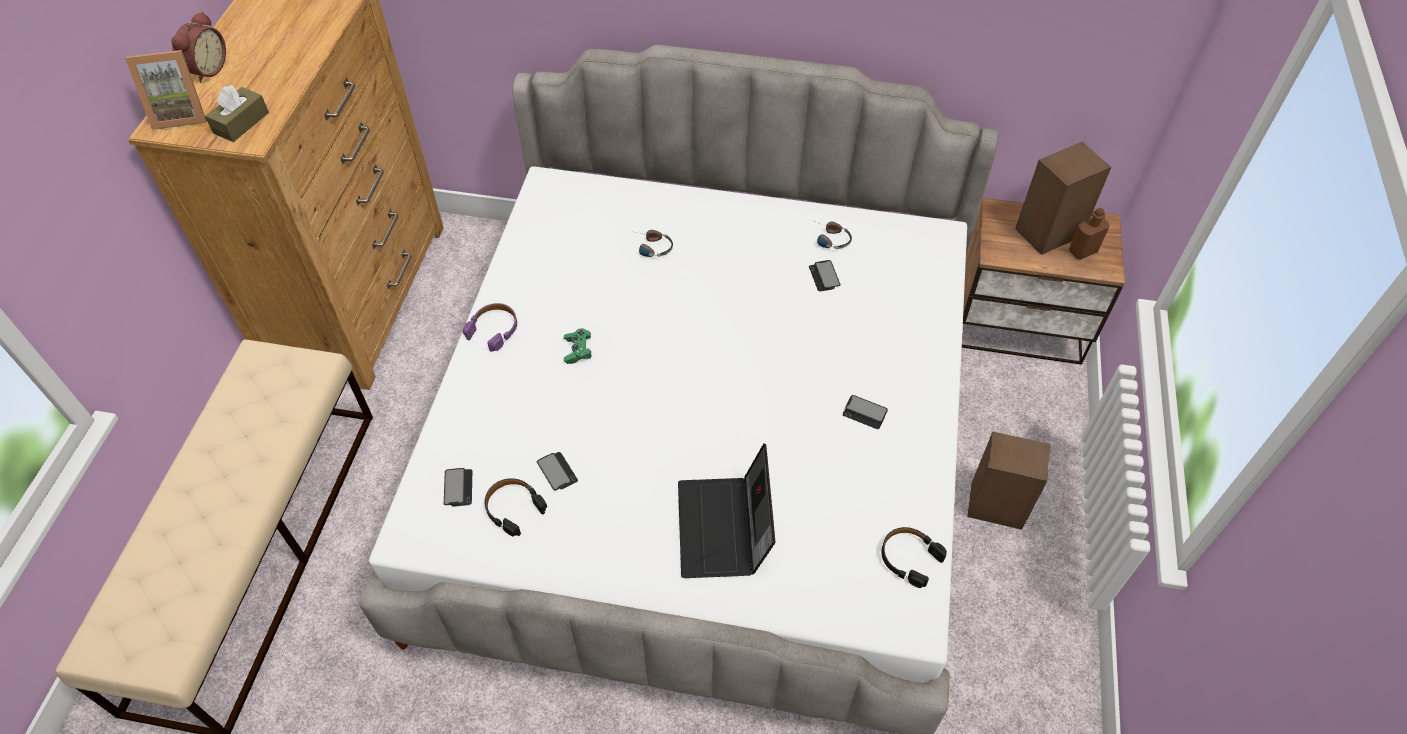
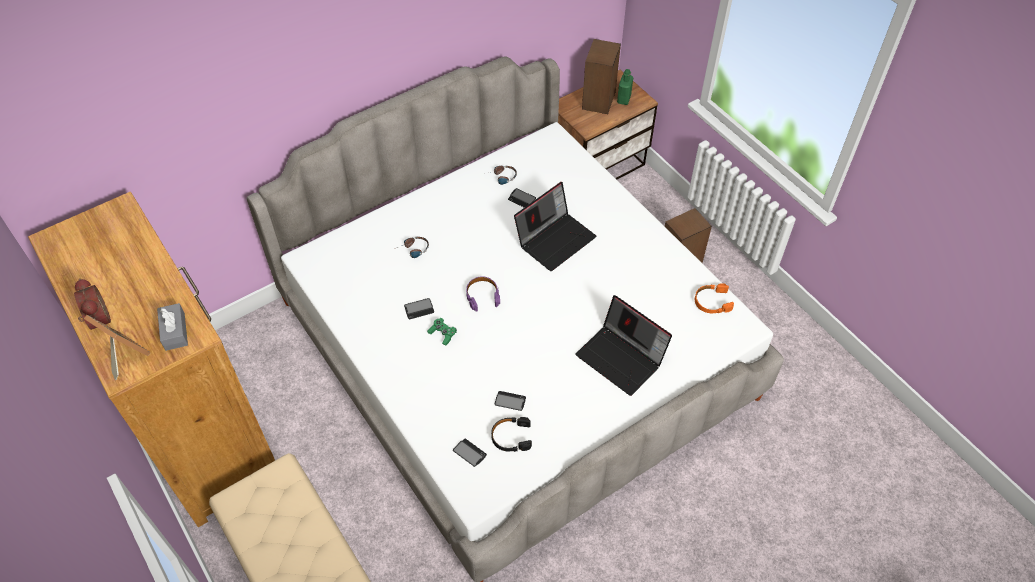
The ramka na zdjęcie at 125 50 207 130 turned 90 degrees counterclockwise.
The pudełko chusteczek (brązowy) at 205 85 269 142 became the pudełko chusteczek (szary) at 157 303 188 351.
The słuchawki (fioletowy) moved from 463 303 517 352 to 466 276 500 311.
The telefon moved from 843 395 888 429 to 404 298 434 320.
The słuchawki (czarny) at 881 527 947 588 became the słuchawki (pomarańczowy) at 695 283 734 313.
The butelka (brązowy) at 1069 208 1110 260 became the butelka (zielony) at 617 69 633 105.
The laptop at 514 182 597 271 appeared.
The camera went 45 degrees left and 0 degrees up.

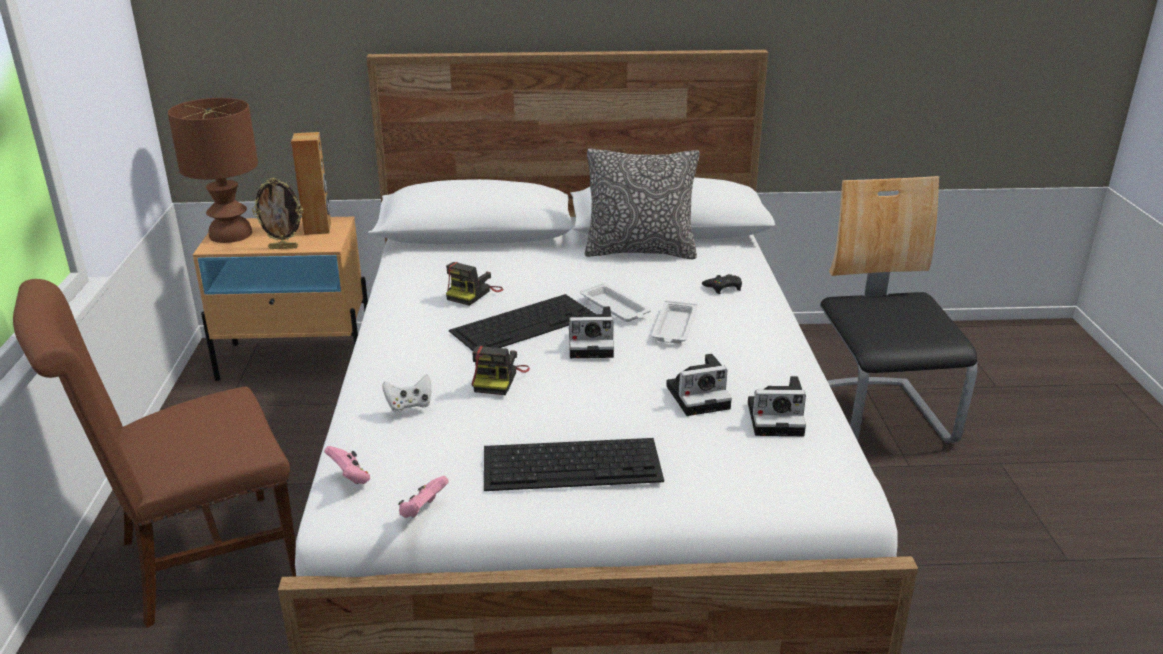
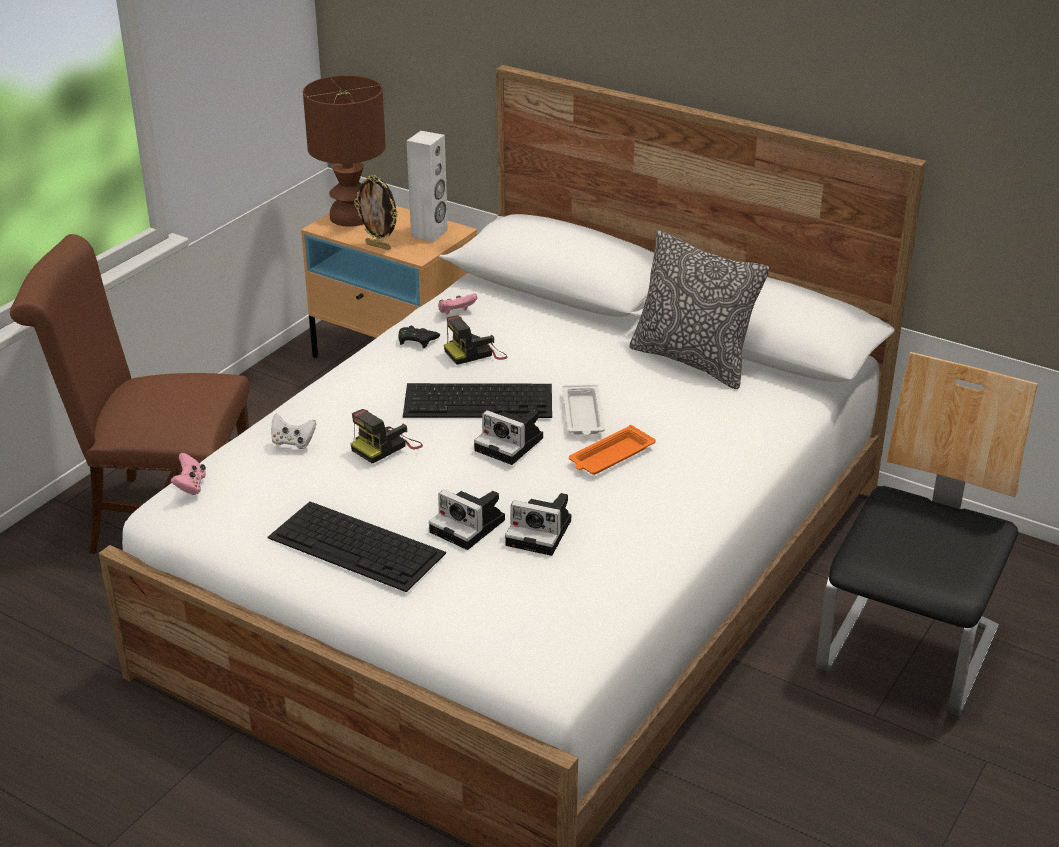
The głośnik (brązowy) at 291 132 331 235 became the głośnik (biały) at 407 131 448 242.
The pad do gier (różowy) moved from 398 476 449 518 to 438 293 477 314.
The taca (biały) at 651 300 697 343 became the taca (pomarańczowy) at 569 425 656 475.
The pad do gier (czarny) moved from 702 274 742 294 to 399 326 440 348.
The aparat fotograficzny moved from 748 376 806 436 to 429 490 505 550.
The camera went 35 degrees right and 5 degrees up.

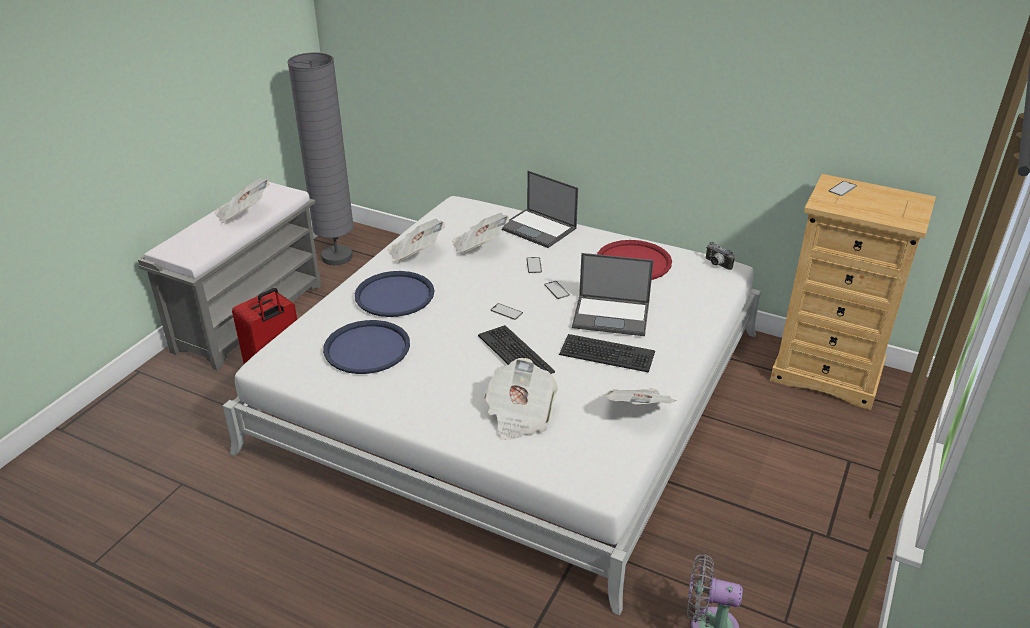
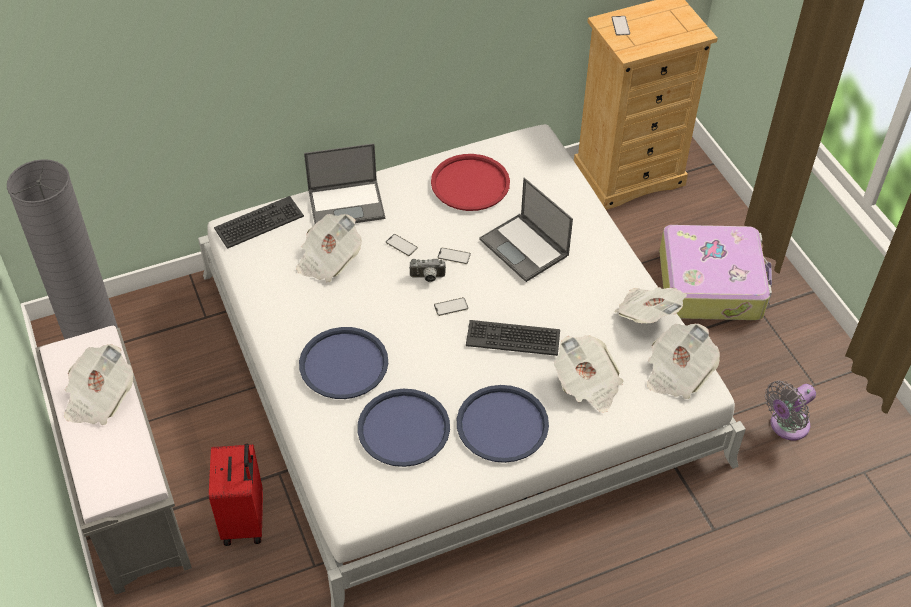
The gazeta moved from 388 218 445 262 to 647 324 720 399.
The klawiatura moved from 559 334 655 373 to 214 196 304 249.
The laptop at 572 253 654 336 turned 90 degrees clockwise.
The aparat fotograficzny moved from 706 242 735 270 to 409 259 446 282.
The taca (niebieski) at 457 385 549 463 appeared.
The walizka at 659 225 772 320 appeared.
The camera went 50 degrees left and 15 degrees up.

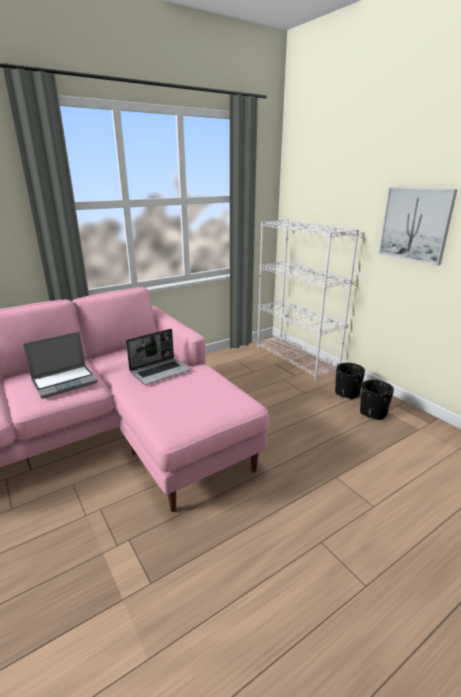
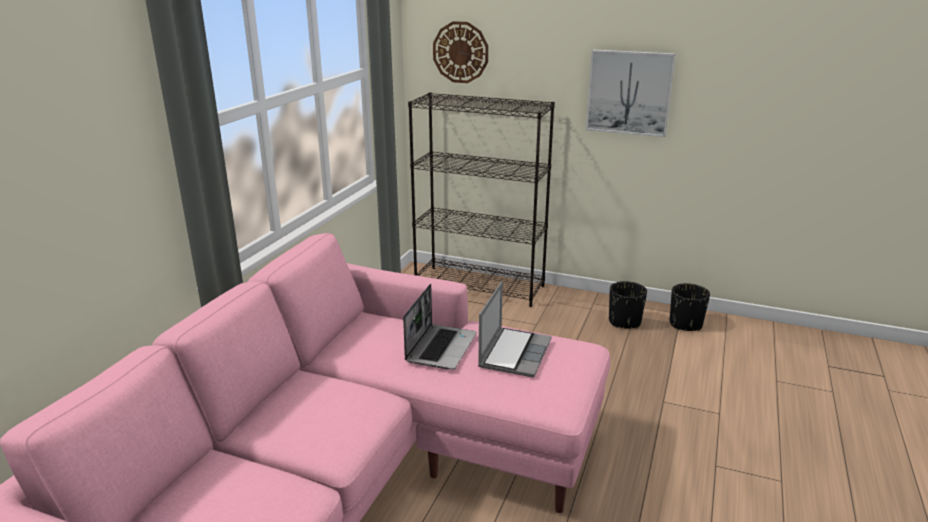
The laptop moved from 23 331 98 399 to 478 281 552 378.
The regał (biały) at 257 219 359 382 became the regał (czarny) at 408 92 555 307.
The donica (czarny) moved from 335 363 365 400 to 670 283 710 331.
The zegar ścienny at 433 21 488 83 appeared.
The camera went 35 degrees left and 0 degrees up.

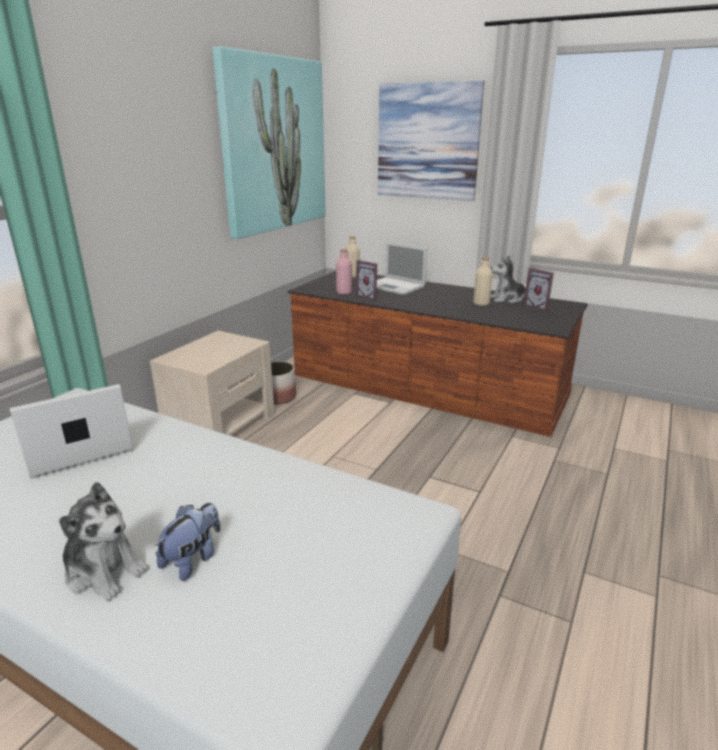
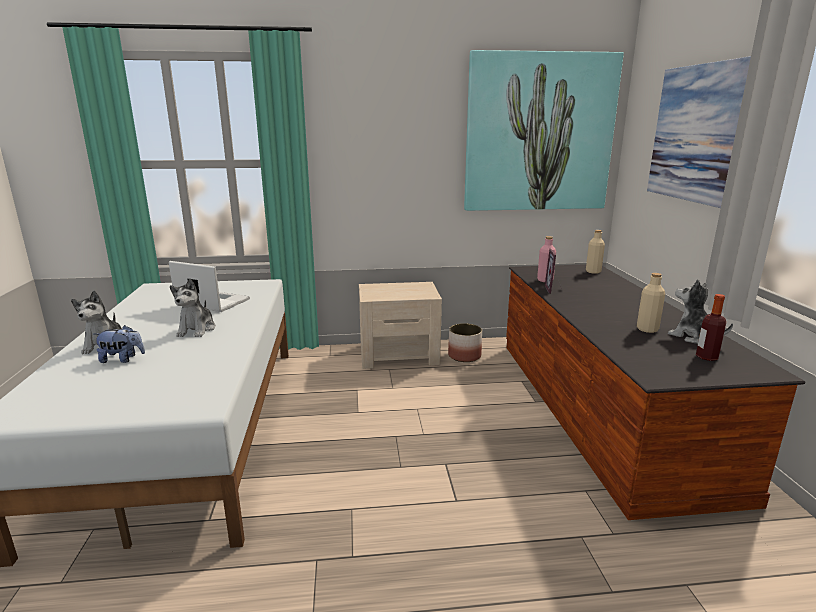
The laptop at 377 242 427 295 disappeared.
The ramka na zdjęcie at 523 268 554 313 was replaced by the butelka at 696 294 726 361.
The pluszak at 170 278 215 337 appeared.
The camera went 55 degrees right and 5 degrees down.

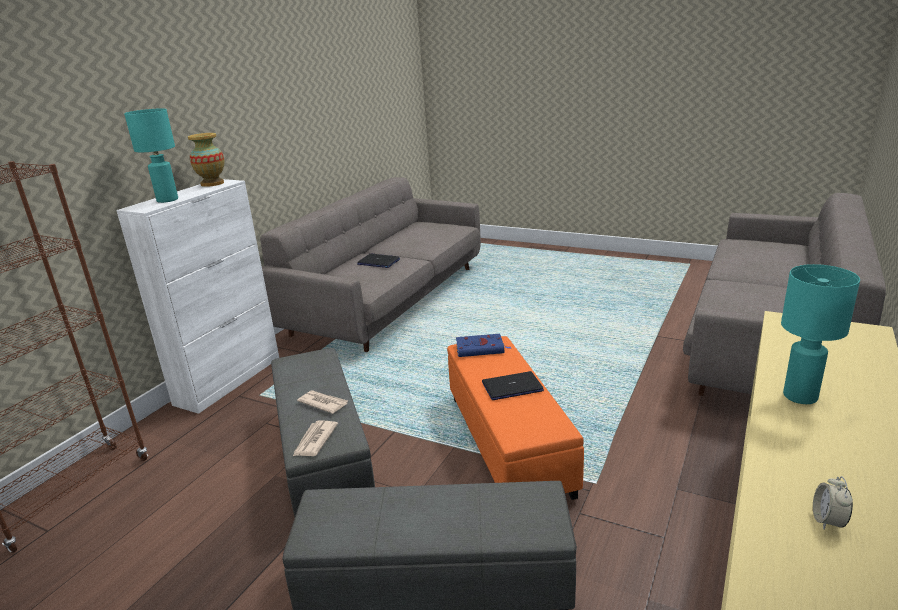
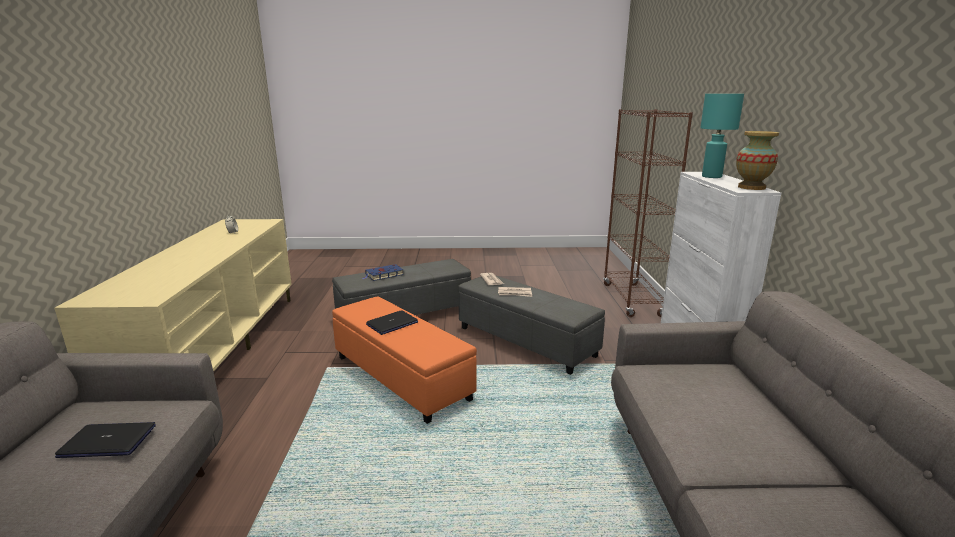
The laptop moved from 357 254 400 268 to 55 422 156 458.
The książka (niebieski) moved from 456 334 511 357 to 363 264 404 281.
The lampa stołowa (turkusowy) at 781 264 860 404 disappeared.
The camera went 150 degrees right and 5 degrees down.

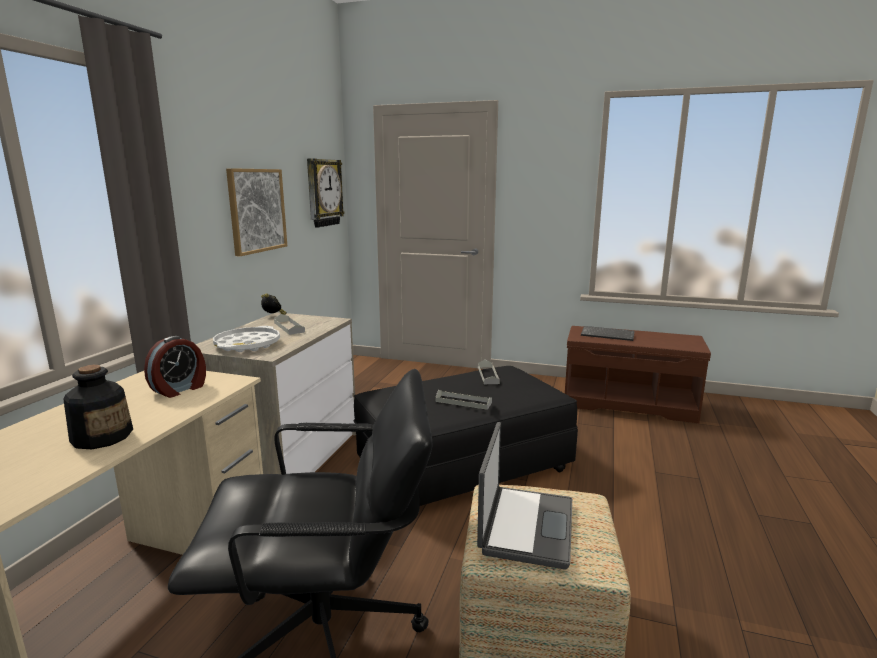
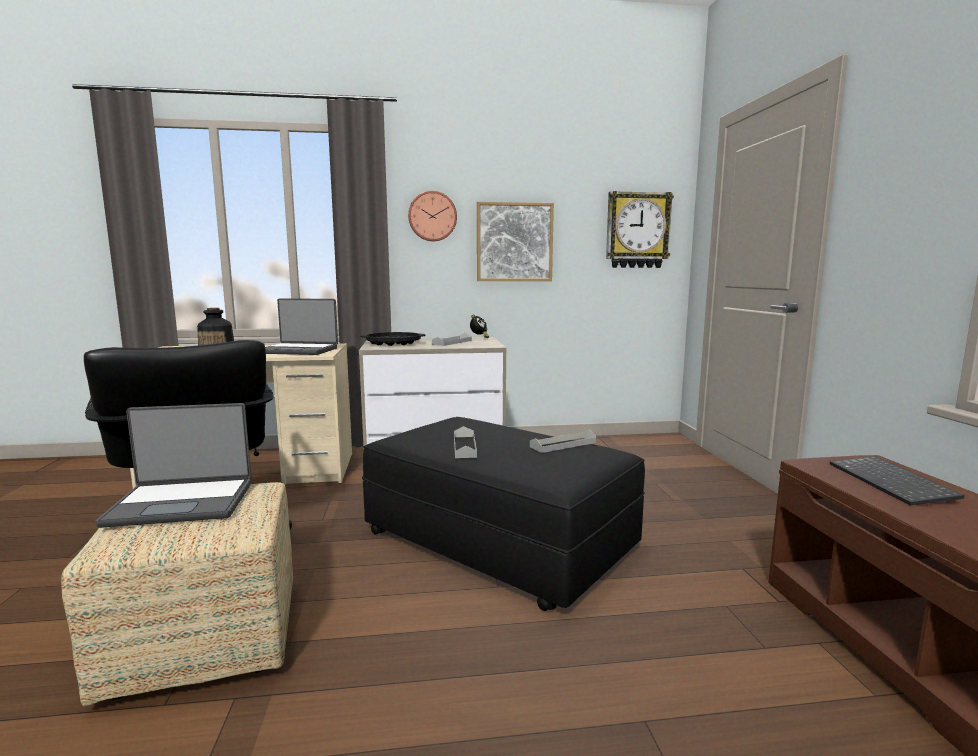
The budzik at 144 336 206 398 was replaced by the laptop at 265 298 338 355.
The taca (biały) at 213 326 280 352 became the taca (czarny) at 360 332 426 346.
The zegar ścienny at 408 191 457 241 appeared.
The camera went 65 degrees right and 5 degrees down.

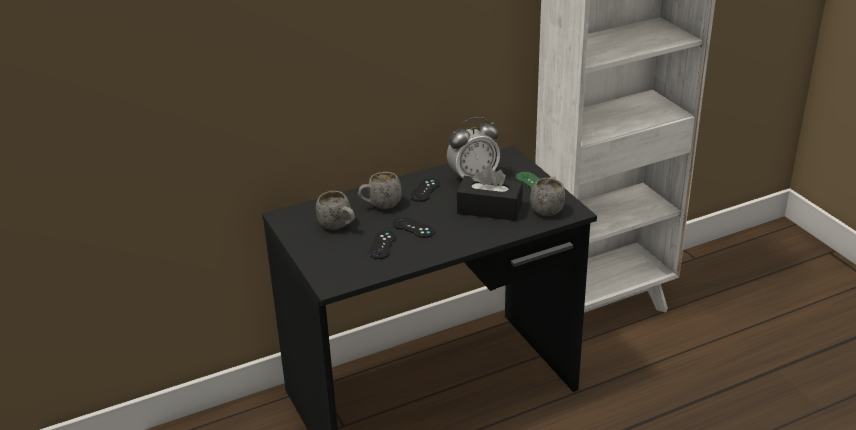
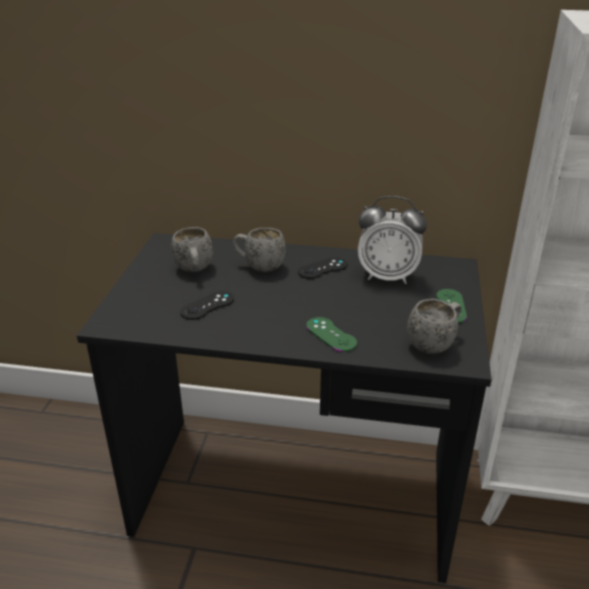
The pad do gier (czarny) at 393 217 435 238 disappeared.
The pudełko chusteczek (czarny) at 457 166 523 221 disappeared.
The pad do gier (zielony) at 306 317 357 352 appeared.
The camera went 35 degrees right and 0 degrees up.

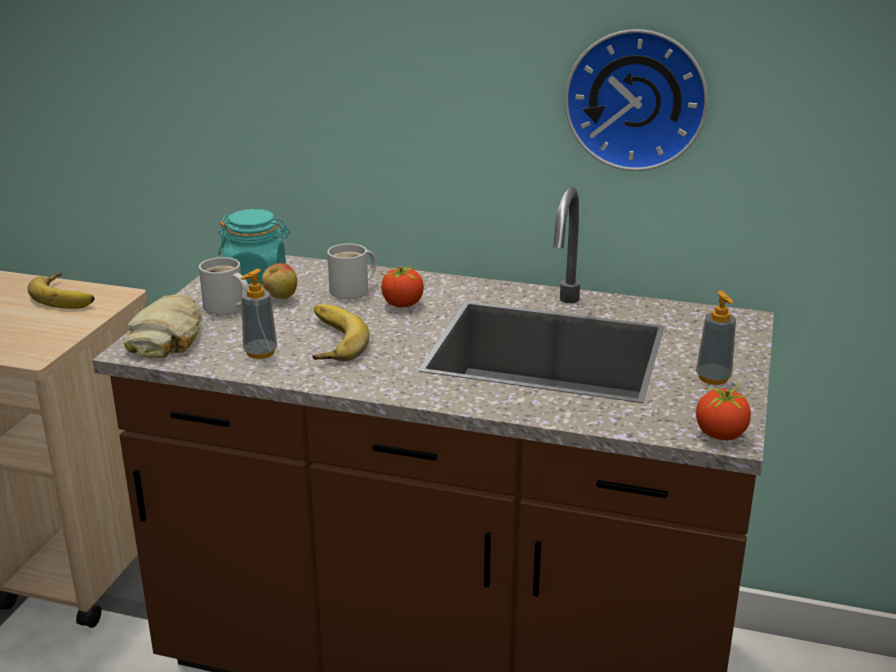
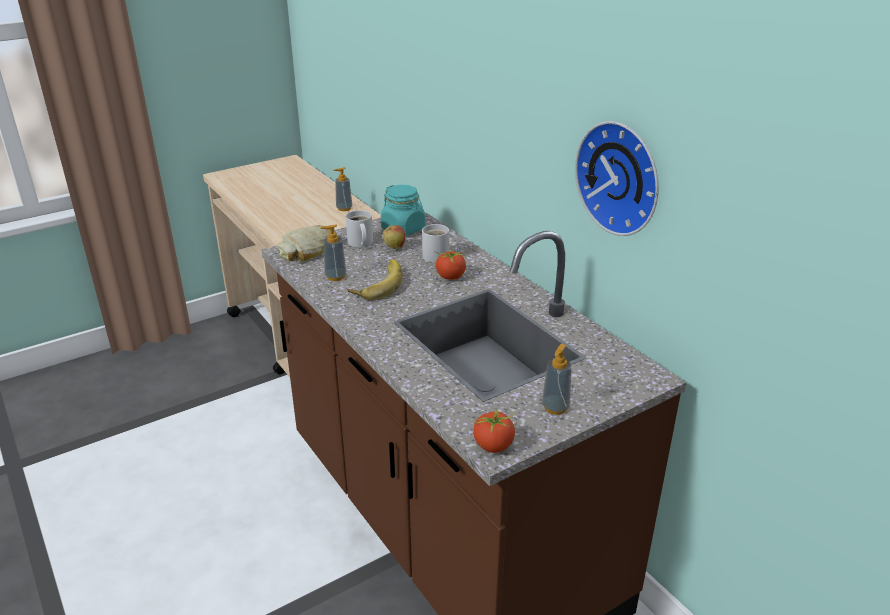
The banan at 27 273 95 309 was replaced by the dozownik mydła at 333 167 352 211.
The camera went 40 degrees right and 5 degrees up.

